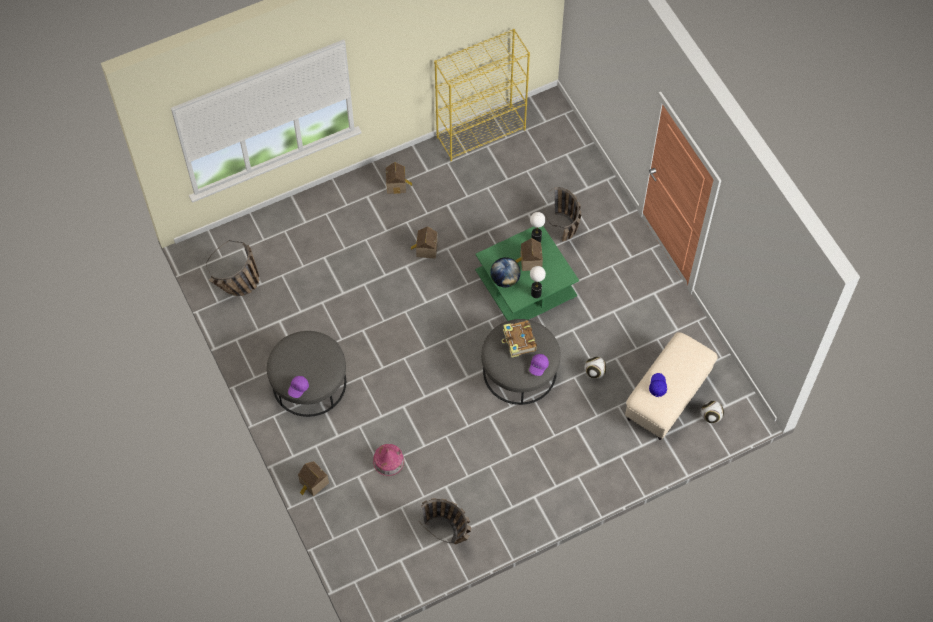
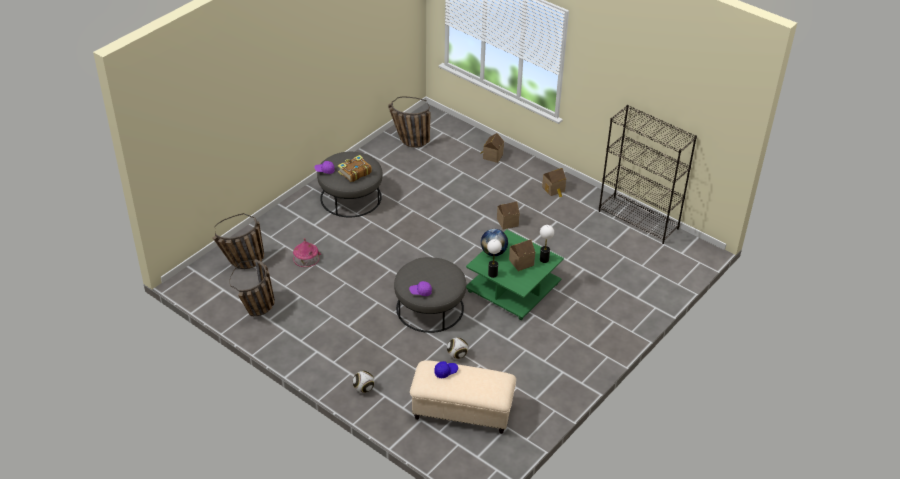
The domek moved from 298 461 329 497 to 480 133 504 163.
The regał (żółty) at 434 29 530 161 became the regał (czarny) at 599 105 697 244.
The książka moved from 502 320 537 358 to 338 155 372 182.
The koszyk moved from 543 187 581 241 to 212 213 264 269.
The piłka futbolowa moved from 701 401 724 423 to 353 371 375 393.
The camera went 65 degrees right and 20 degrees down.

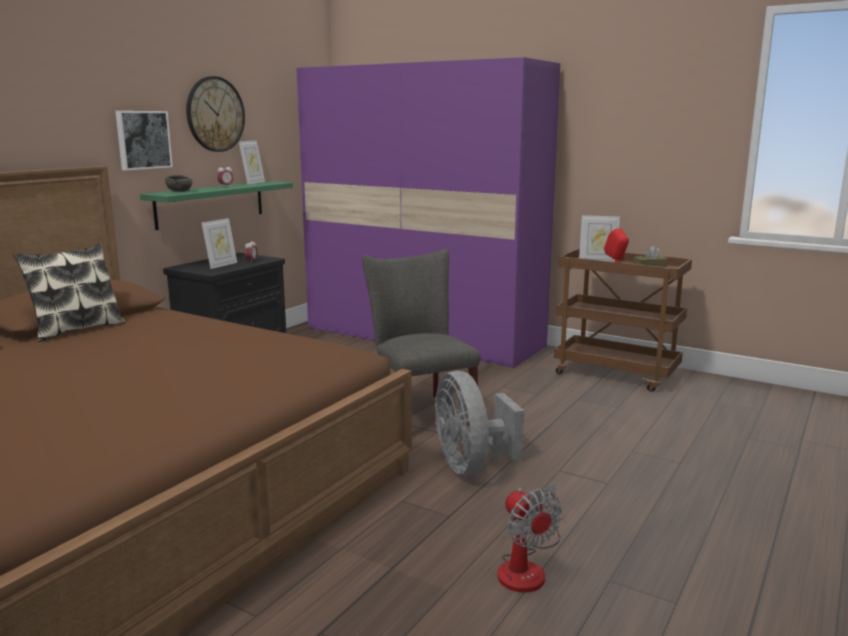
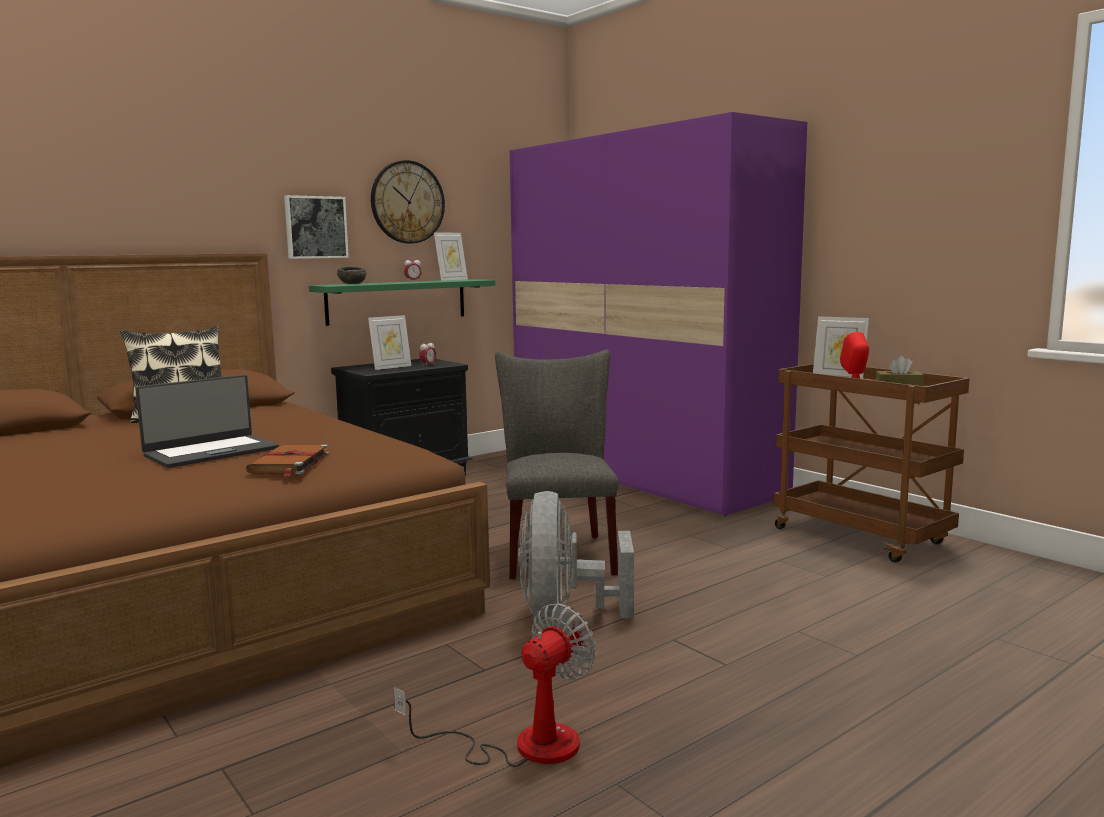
The wentylator at 498 483 562 593 turned 135 degrees counterclockwise.
The laptop at 135 375 279 468 appeared.
The książka (brązowy) at 246 444 329 476 appeared.
The camera went 20 degrees right and 5 degrees down.

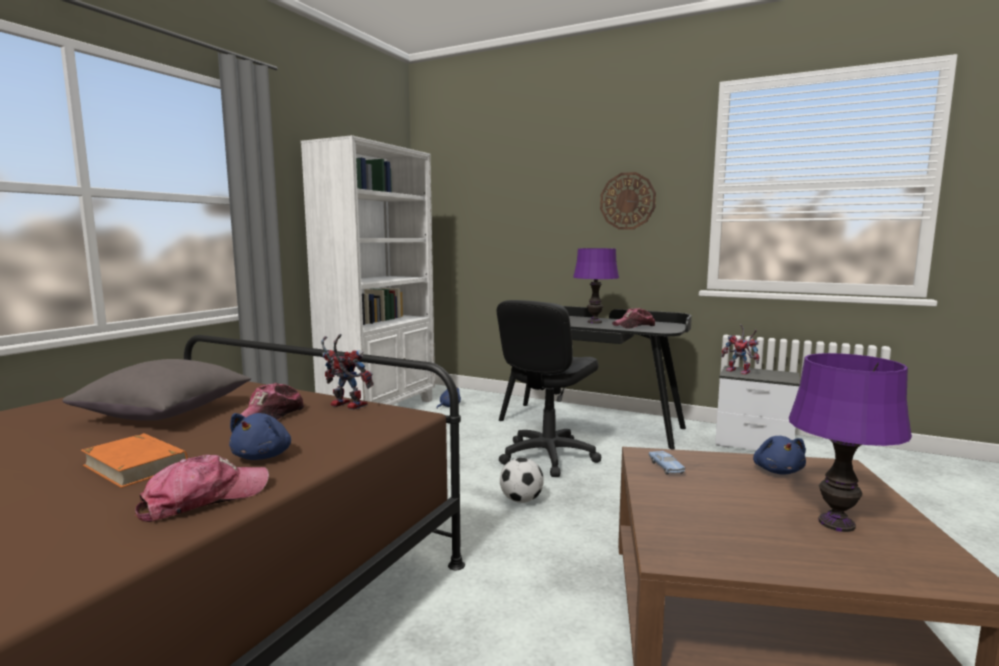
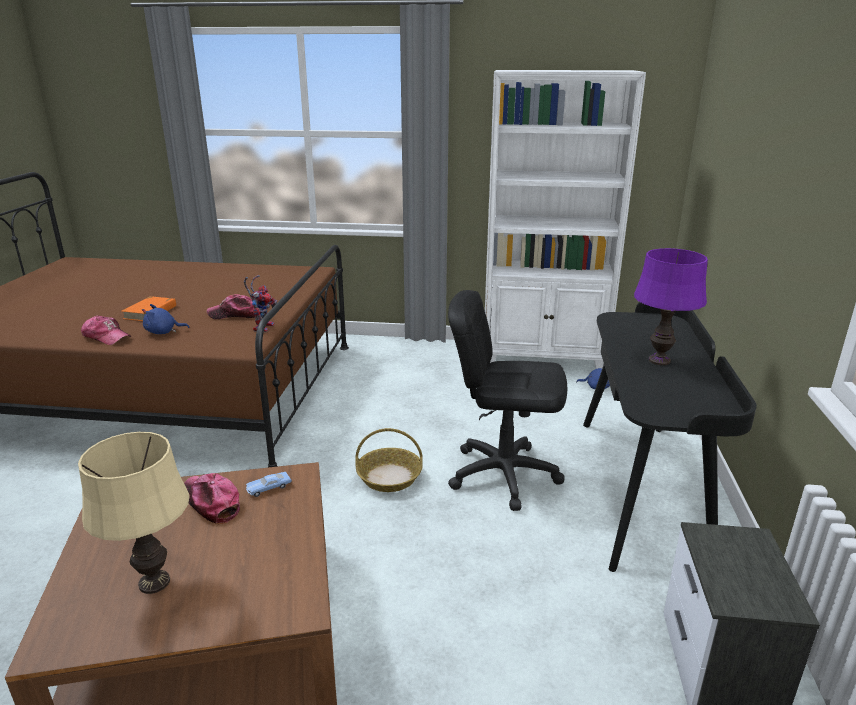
The poduszka (szary) at 63 359 251 420 disappeared.
The piłka futbolowa at 500 458 544 503 was replaced by the koszyk at 355 428 423 492.
The zegar ścienny at 600 172 656 230 disappeared.
The czapka z daszkiem moved from 612 308 656 329 to 184 473 240 524.
The robot zabawkowy at 721 324 760 375 disappeared.
The pluszak (niebieski) at 753 436 806 475 disappeared.
The lampa stołowa (fioletowy) at 789 353 912 532 became the lampa stołowa (beżowy) at 78 432 190 594.
The camera went 70 degrees right and 15 degrees up.

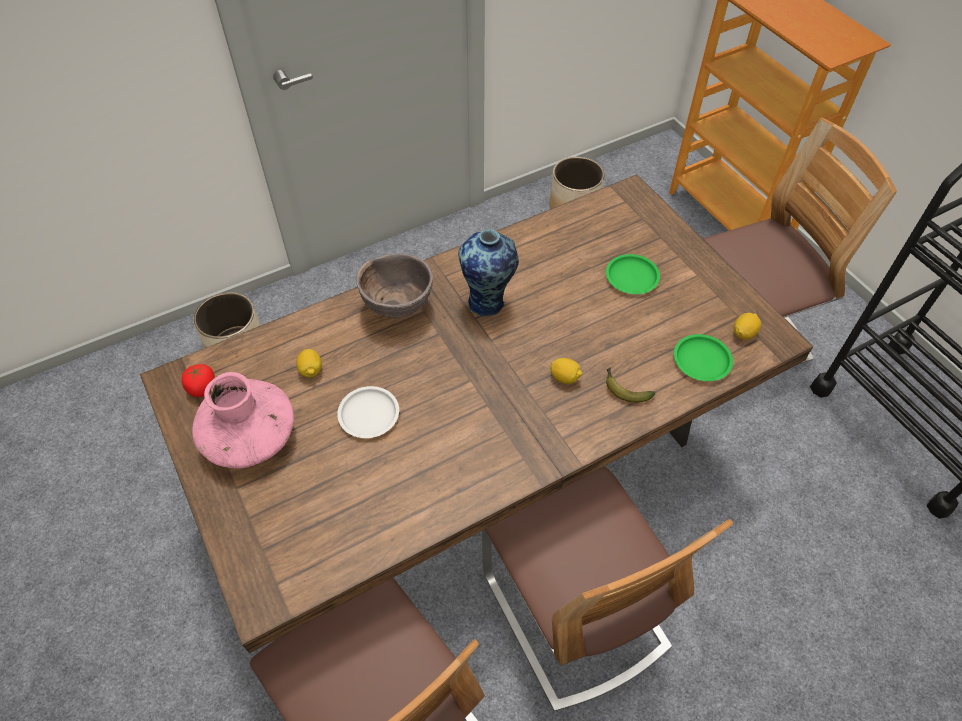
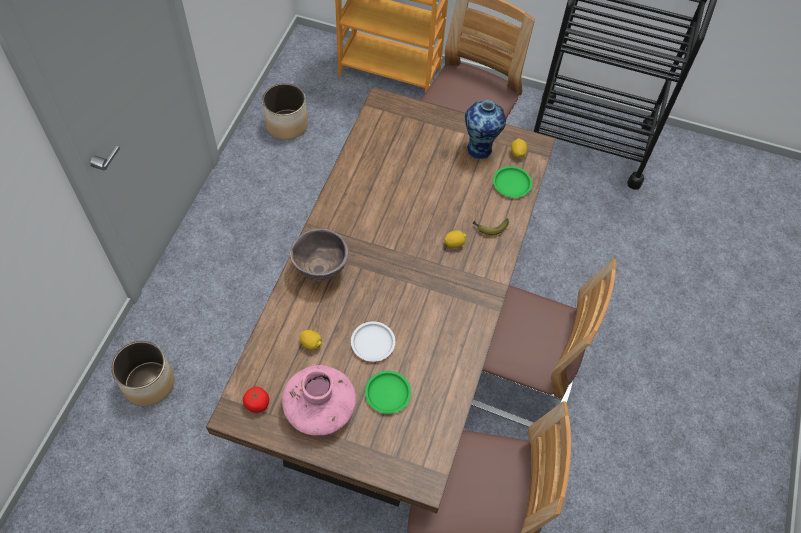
The wazon moved from 458 229 519 317 to 465 100 506 160.
The talerz (zielony) moved from 606 254 660 294 to 365 371 411 414.
The camera went 45 degrees left and 5 degrees up.

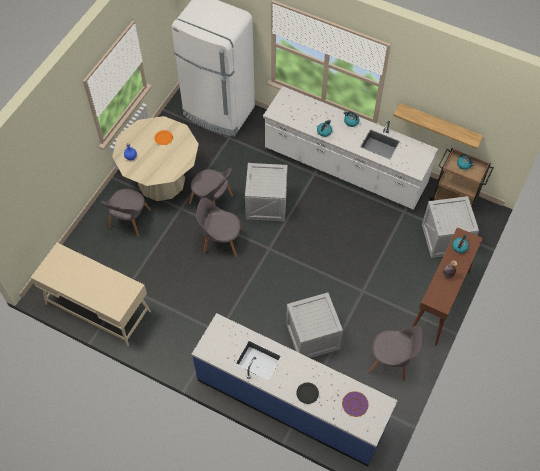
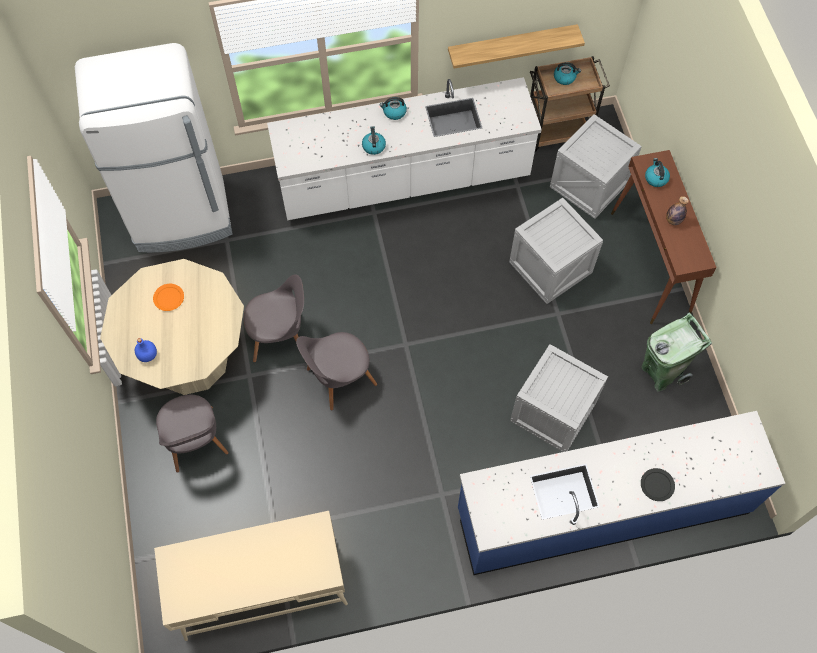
The skrzynka moved from 245 163 287 221 to 509 198 603 304.
The talerz (fioletowy) at 342 391 369 417 disappeared.
The krzesło (szary) at 368 326 423 381 was replaced by the kosz na śmieci (zielony) at 642 312 712 391.
The camera went 40 degrees left and 5 degrees up.

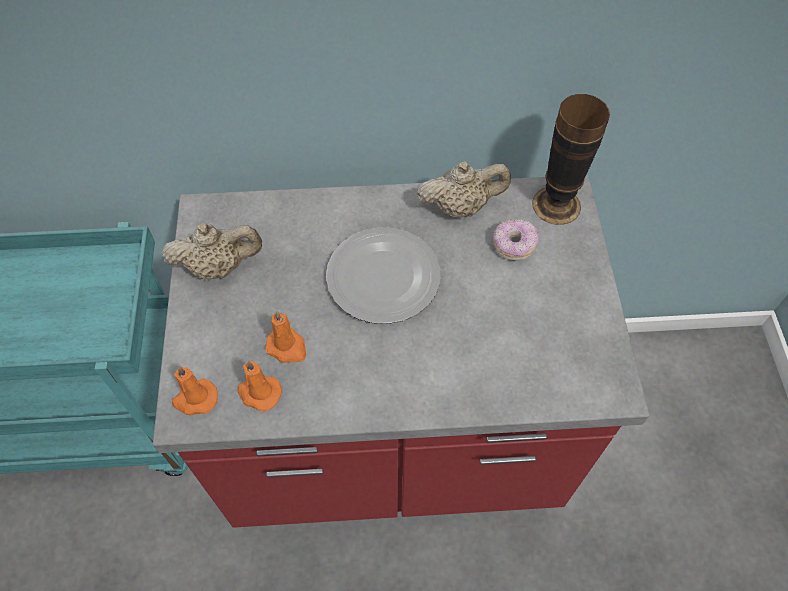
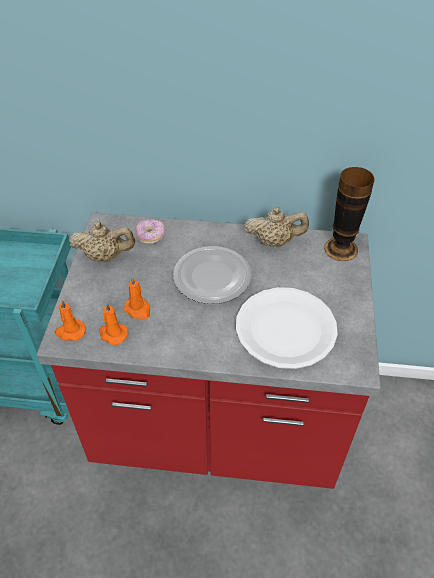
The donut moved from 493 219 539 261 to 136 219 165 244.
The talerz (biały) at 236 287 338 369 appeared.
The camera went 10 degrees right and 10 degrees down.

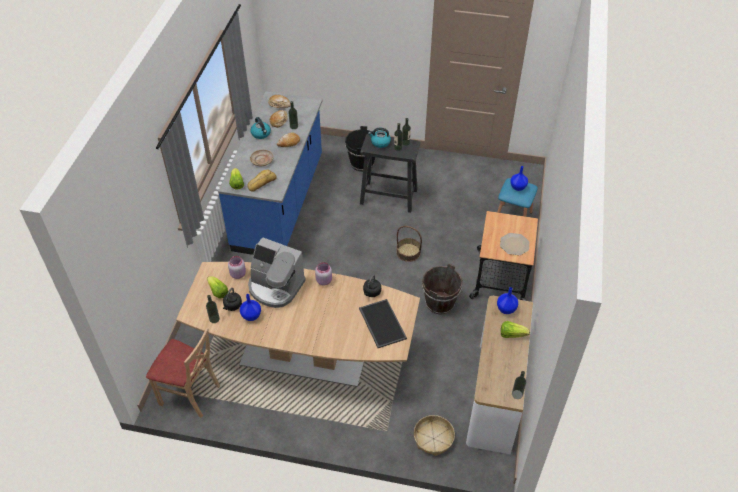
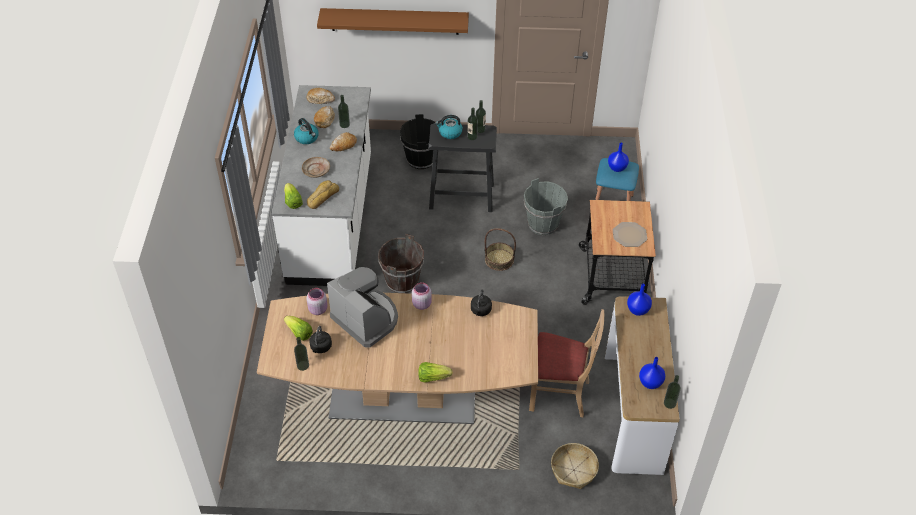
The krzesło (beżowy) moved from 146 327 220 418 to 529 309 604 417.
The zabudowa kuchenna (niebieski) at 218 92 322 255 became the zabudowa kuchenna (biały) at 272 85 371 286.
The wazon (niebieski) moved from 240 294 261 321 to 639 357 665 389.
The ekspres do kawy at 248 237 306 308 turned 150 degrees counterclockwise.
The taca at 359 299 407 348 disappeared.
The wiadro (brązowy) moved from 422 263 463 315 to 378 234 424 293.
The sałata moved from 501 321 530 338 to 418 362 453 383.
The półka (brązowy) at 317 8 469 35 appeared.
The wiadro (szary) at 524 178 568 235 appeared.
The camera went 10 degrees left and 0 degrees up.

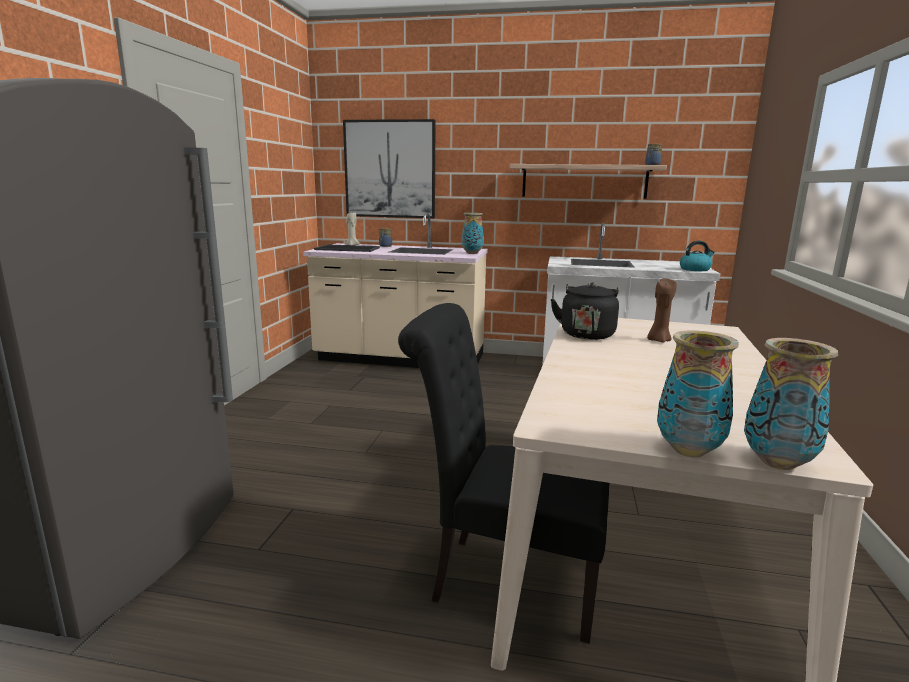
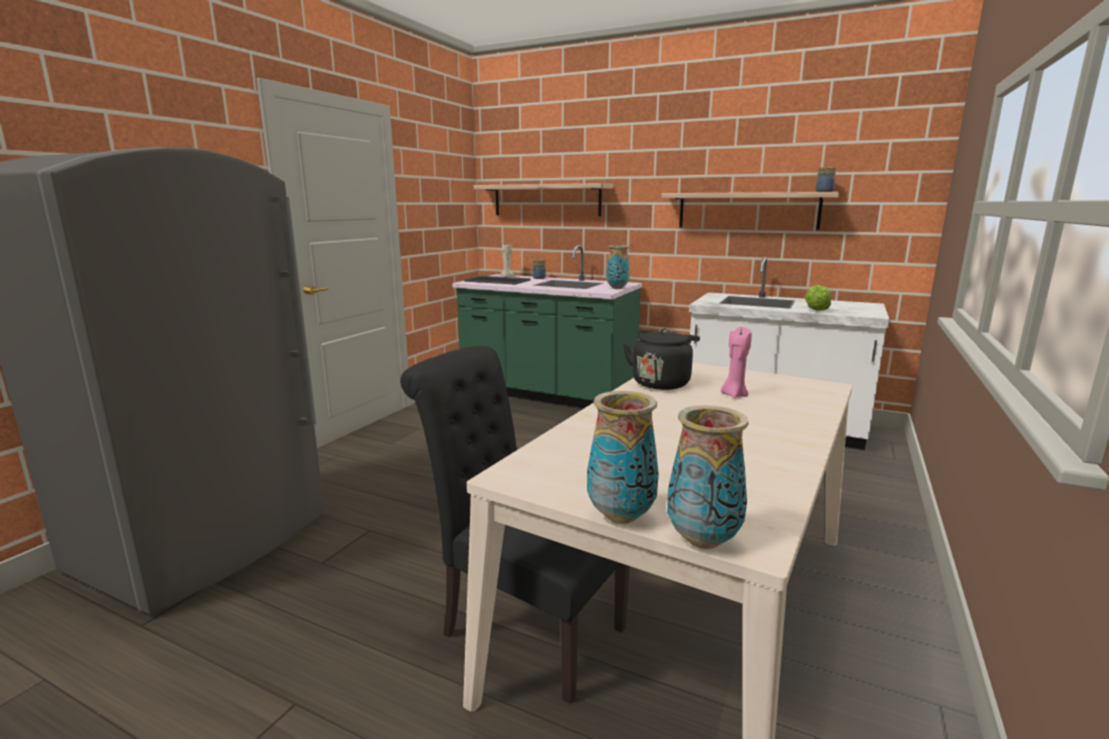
The zabudowa kuchenna (beżowy) at 303 213 488 368 became the zabudowa kuchenna (zielony) at 452 245 642 408.
The obraz at 343 119 435 218 was replaced by the półka at 473 183 613 216.
The świeca (brązowy) at 647 278 677 343 became the świeca (różowy) at 721 327 752 398.
The czajnik at 680 241 715 271 disappeared.
The sałata at 805 285 831 311 appeared.
The camera went 15 degrees right and 0 degrees up.

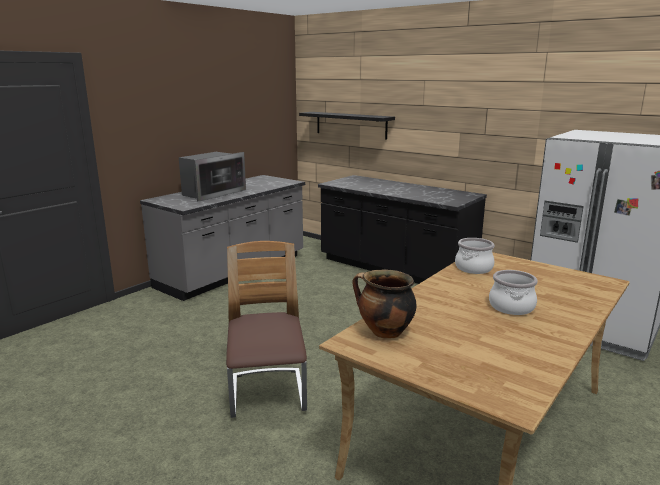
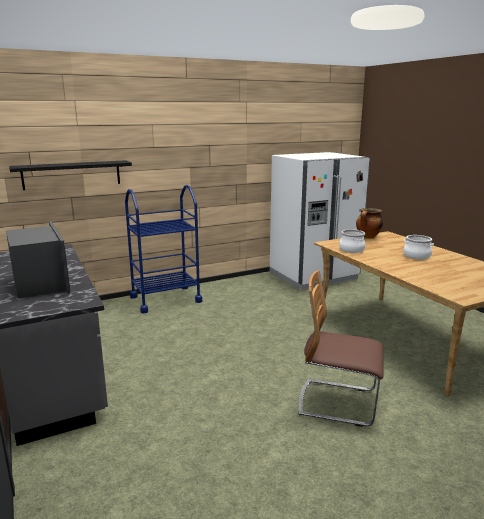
The zabudowa kuchenna (czarny) at 318 175 487 284 was replaced by the wózek (niebieski) at 125 185 202 314.
The garnek moved from 352 269 417 339 to 356 208 383 239.
The camera went 65 degrees left and 0 degrees up.

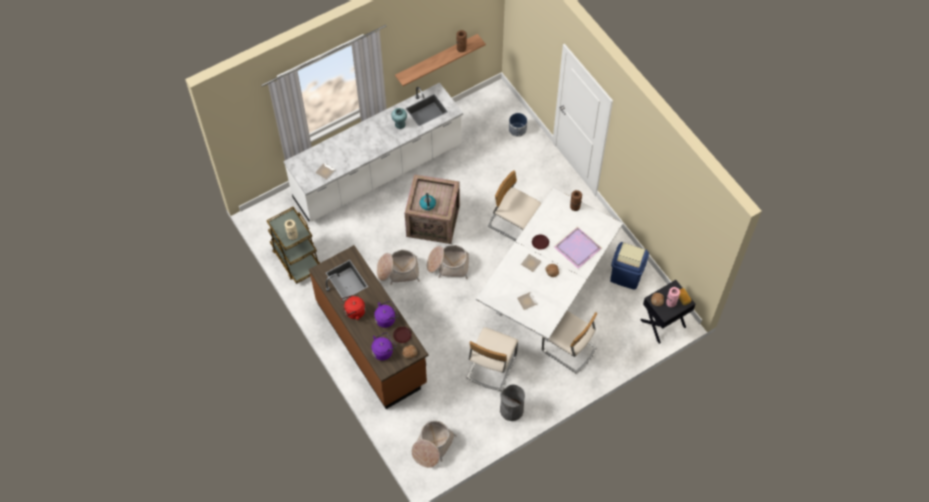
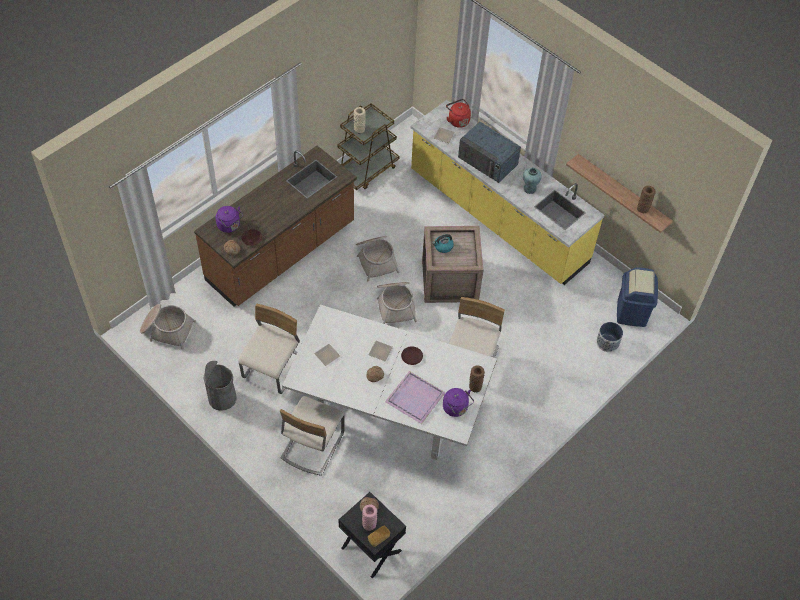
The zabudowa kuchenna (biały) at 284 83 463 222 became the zabudowa kuchenna (żółty) at 411 100 605 285.
The czajnik (czerwony) moved from 341 295 365 320 to 446 99 471 128.
The czajnik (fioletowy) moved from 374 301 398 328 to 443 388 474 417.
The krzesło (beżowy) at 467 327 518 391 turned 105 degrees clockwise.
The kosz na śmieci (niebieski) moved from 610 242 649 290 to 617 267 658 327.
The mikrofalówka (niebieski) at 458 122 521 183 appeared.
The camera went 75 degrees right and 5 degrees down.

